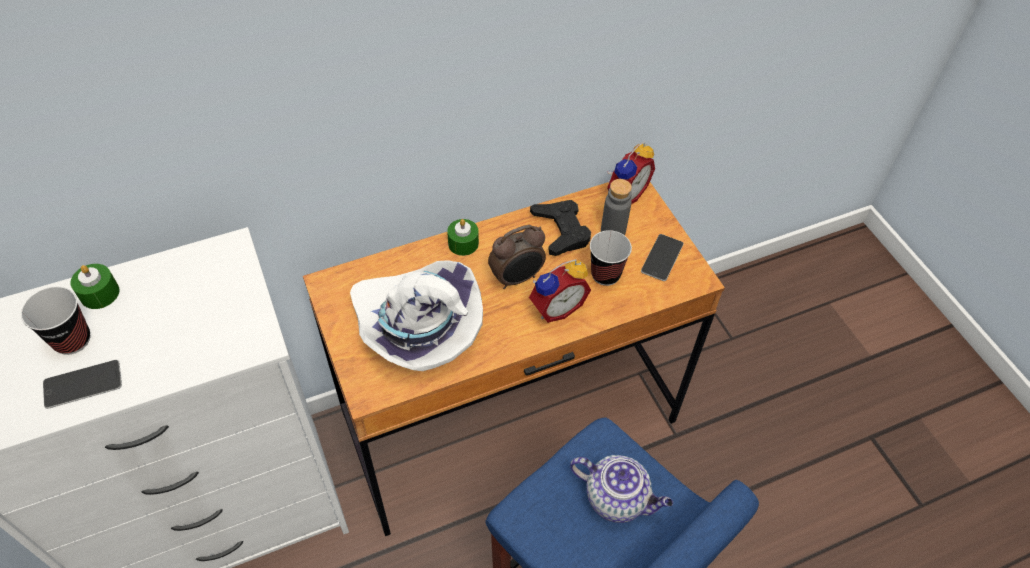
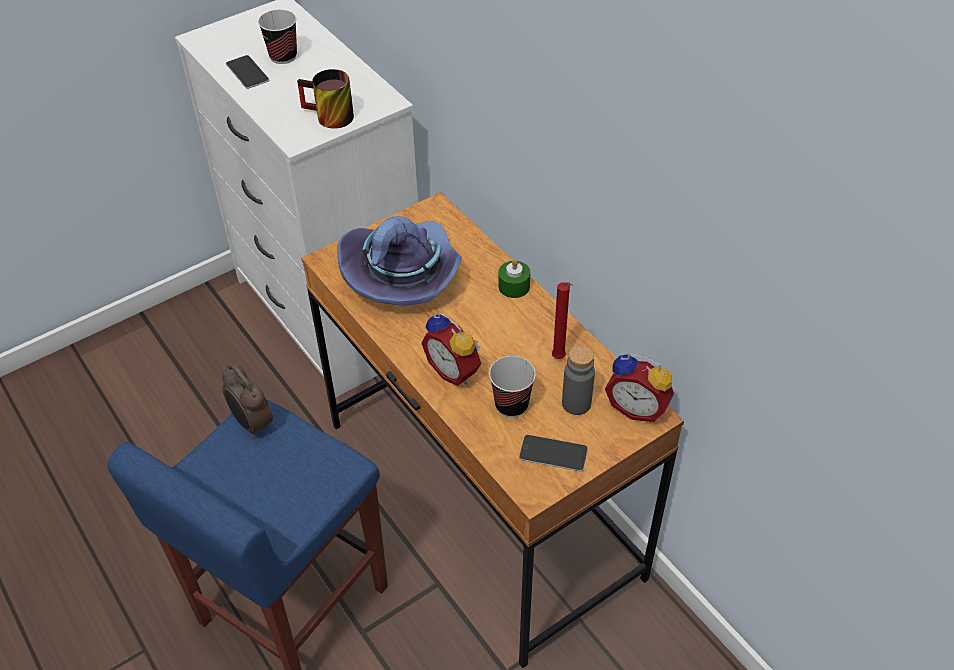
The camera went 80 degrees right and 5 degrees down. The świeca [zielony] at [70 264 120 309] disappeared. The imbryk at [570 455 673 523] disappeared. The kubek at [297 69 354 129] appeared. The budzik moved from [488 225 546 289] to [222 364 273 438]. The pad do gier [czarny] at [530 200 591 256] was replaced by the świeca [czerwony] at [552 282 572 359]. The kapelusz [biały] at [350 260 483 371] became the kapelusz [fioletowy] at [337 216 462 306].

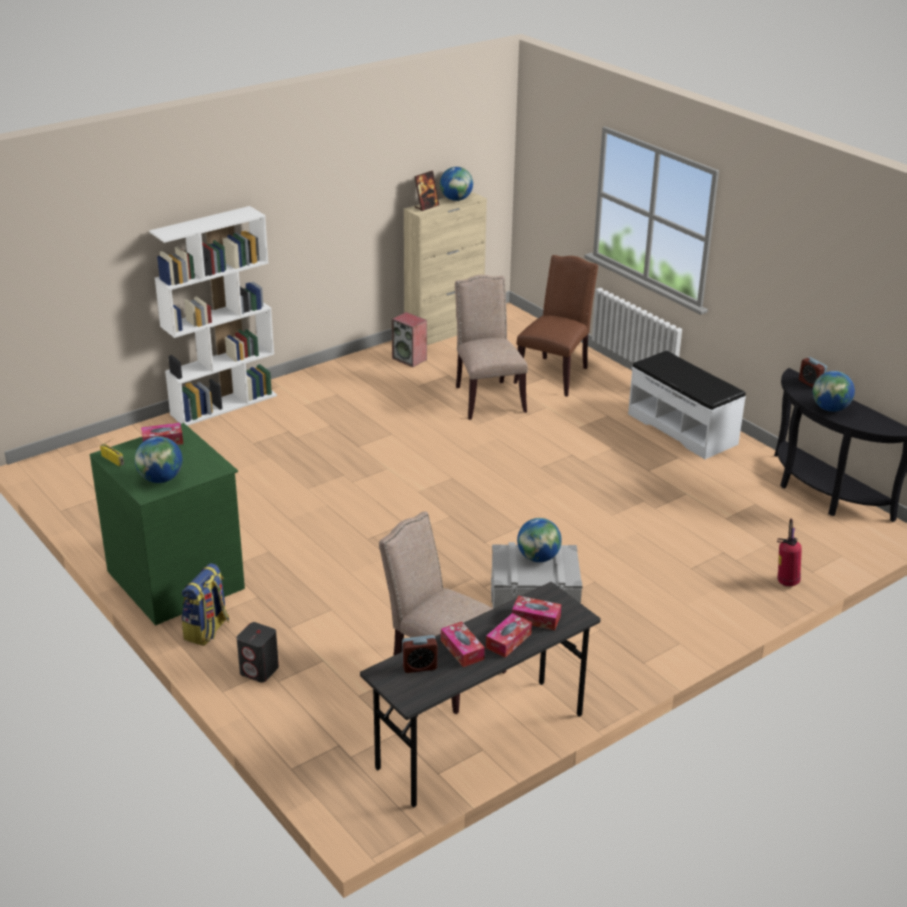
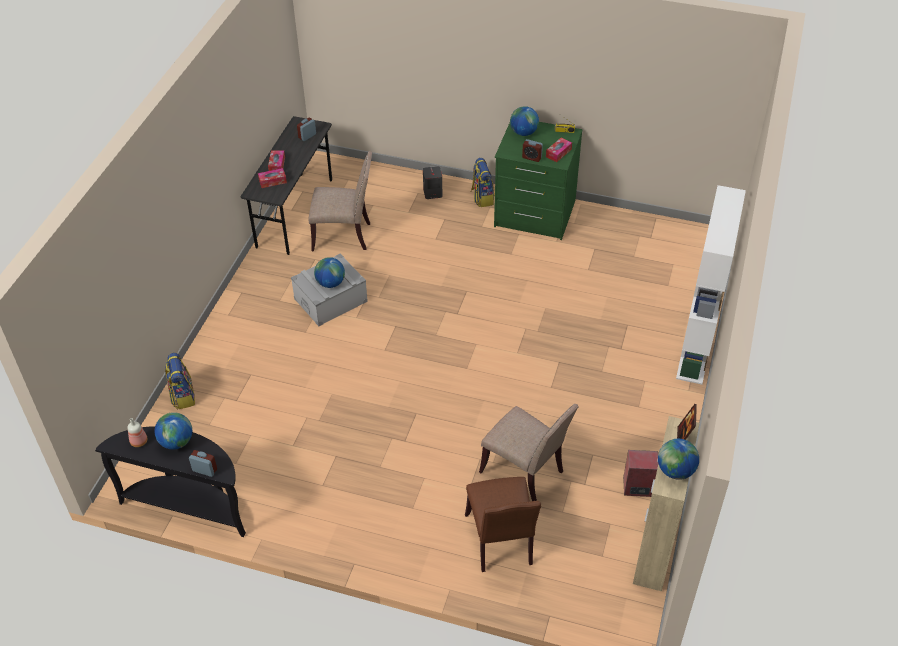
The camera went 145 degrees right and 15 degrees up. The pudełko chusteczek at [441 621 485 667] disappeared. The ławka [biały] at [628 351 746 459] disappeared. The butelka at [128 418 147 447] appeared. The budzik at [522 139 543 162] appeared. The gaśnica at [777 519 802 586] was replaced by the plecak at [165 353 195 409].

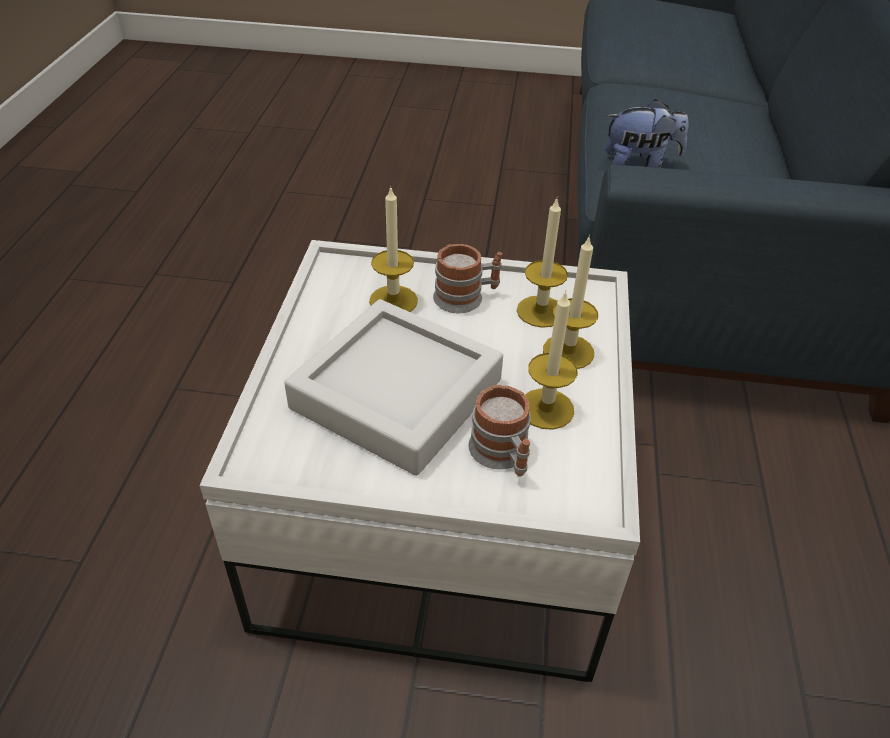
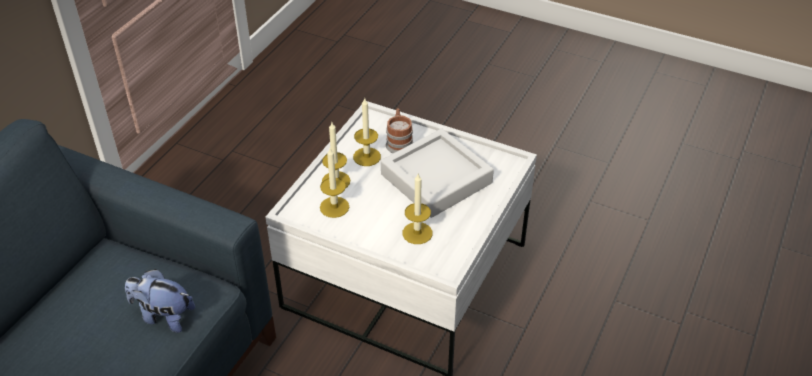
The camera went 160 degrees left and 0 degrees up. The kubek at [433 244 503 314] disappeared.

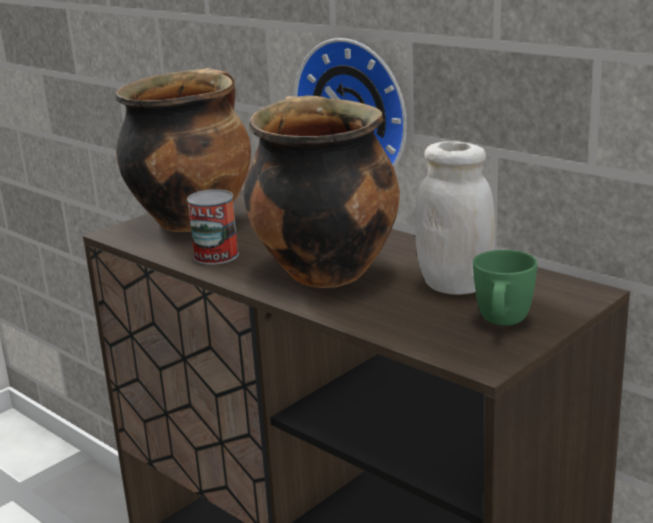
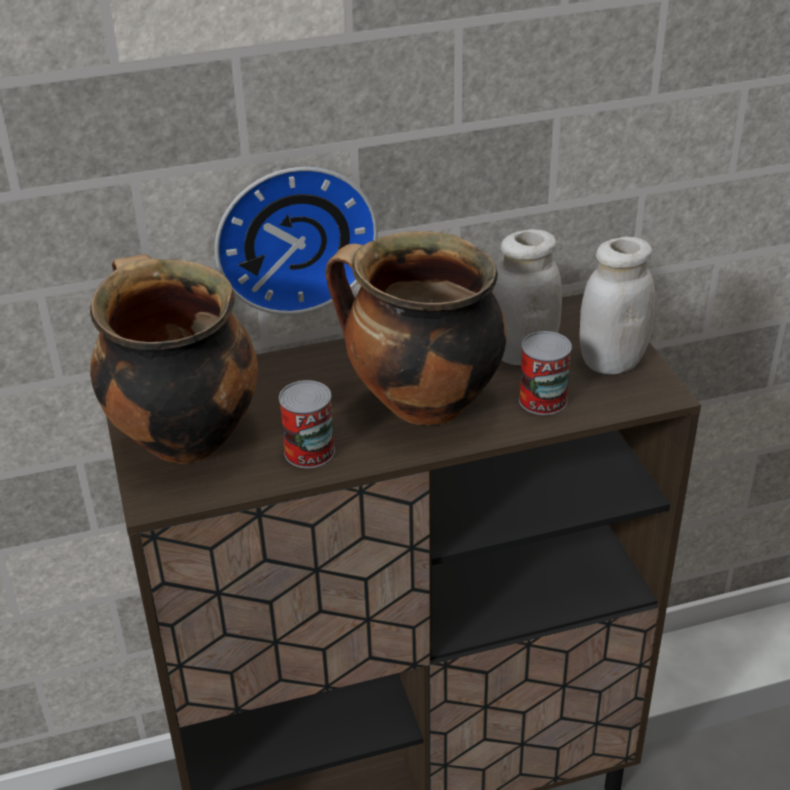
The camera went 60 degrees left and 15 degrees up. The puszka at [519 331 572 415] appeared. The kubek [zielony] at [473 250 538 326] was replaced by the słoik [biały] at [580 236 655 375].

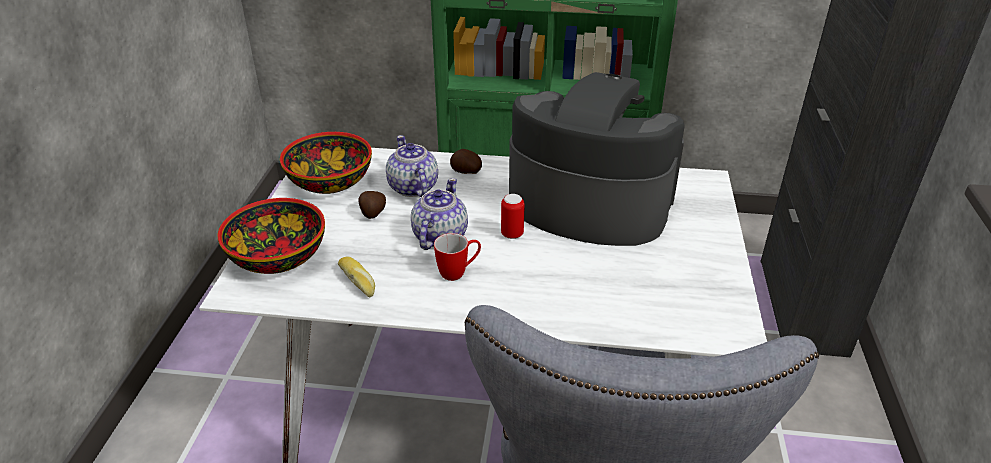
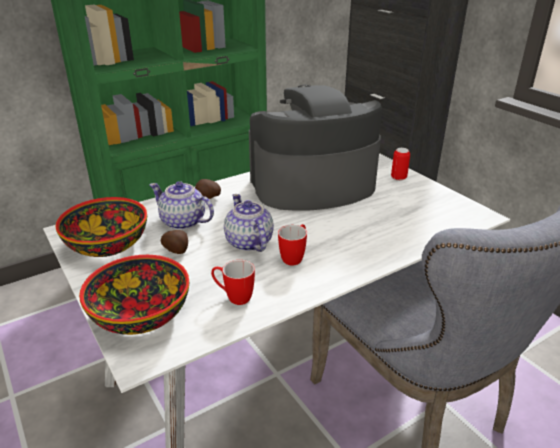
The camera went 40 degrees left and 5 degrees down. The puszka moved from [501 194 525 239] to [391 148 410 181]. The chleb at [338 257 375 297] was replaced by the kubek at [211 260 255 305].

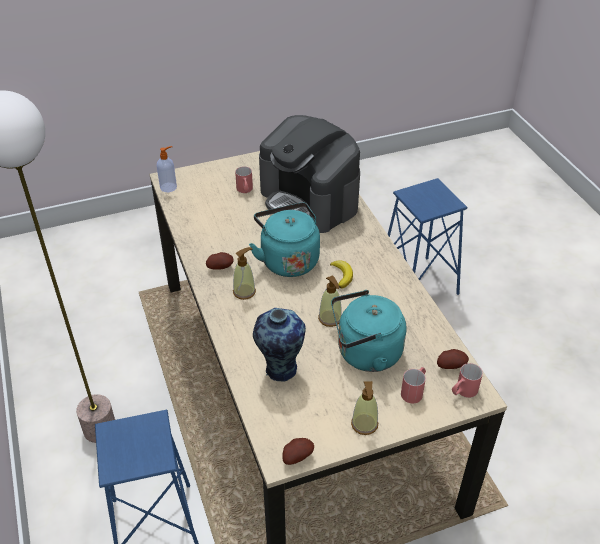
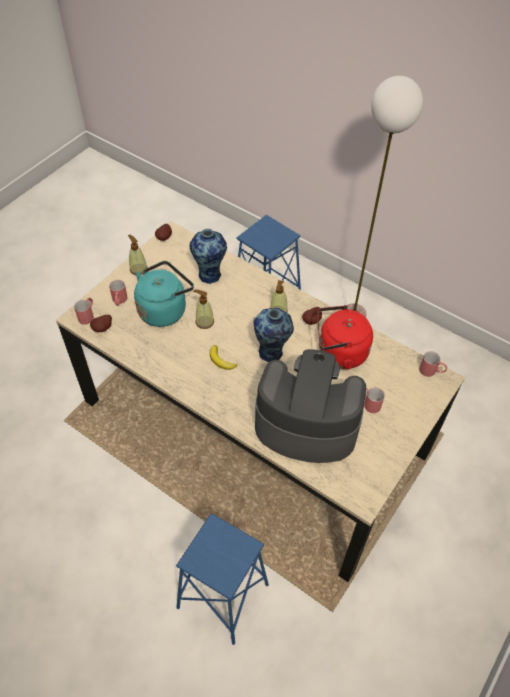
The camera went 145 degrees right and 10 degrees up. The czajnik [czerwony] at [317 305 373 370] appeared. The dozownik mydła at [157 146 177 192] was replaced by the kubek [czerwony] at [419 351 447 377]. The czajnik [turkusowy] at [249 203 320 277] was replaced by the wazon at [254 308 294 362].

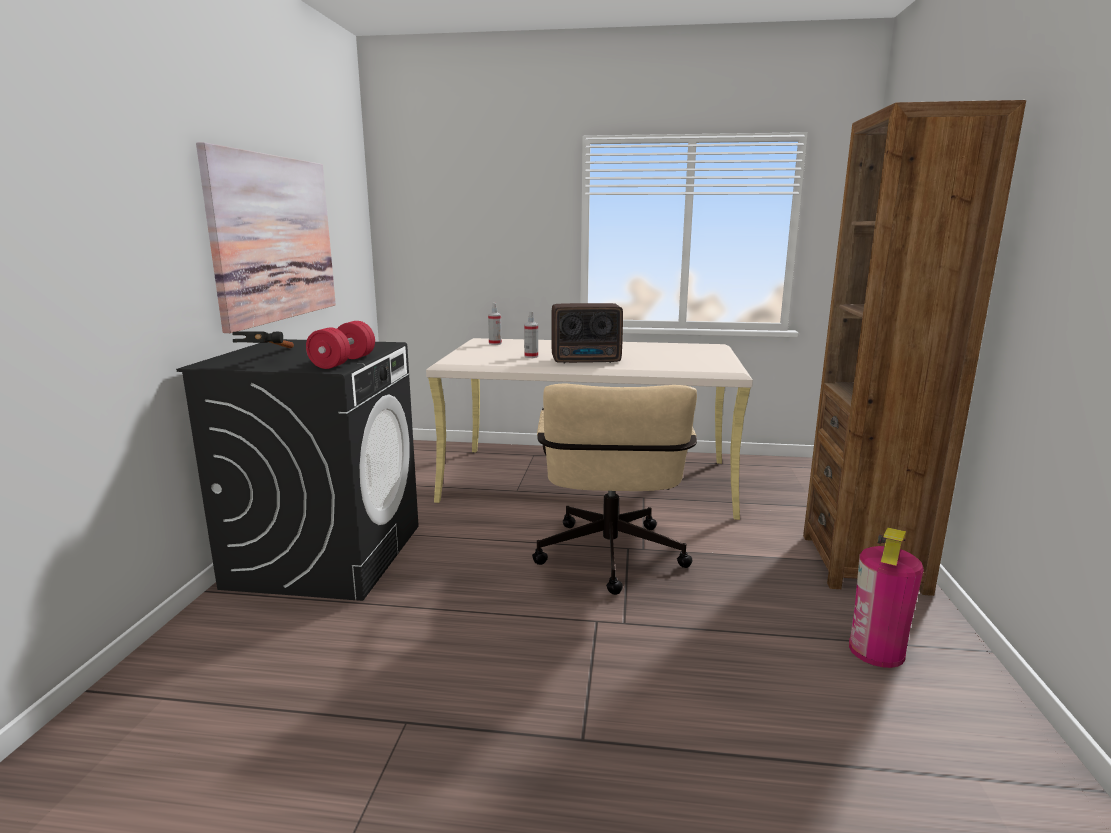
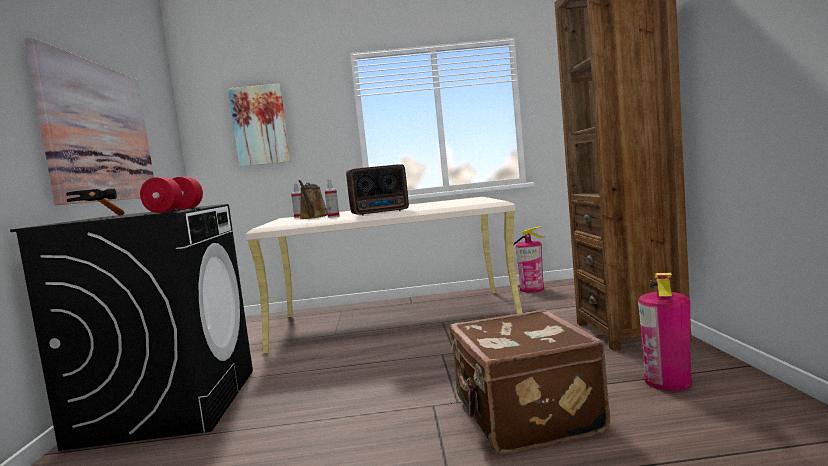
The camera went 10 degrees left and 10 degrees down. The krzesło biurowe [beżowy] at [532 384 697 595] disappeared. The obraz at [228 83 291 167] appeared. The konewka [brązowy] at [299 180 328 219] appeared. The walizka [brązowy] at [450 309 610 454] appeared. The gaśnica at [514 226 545 293] appeared.

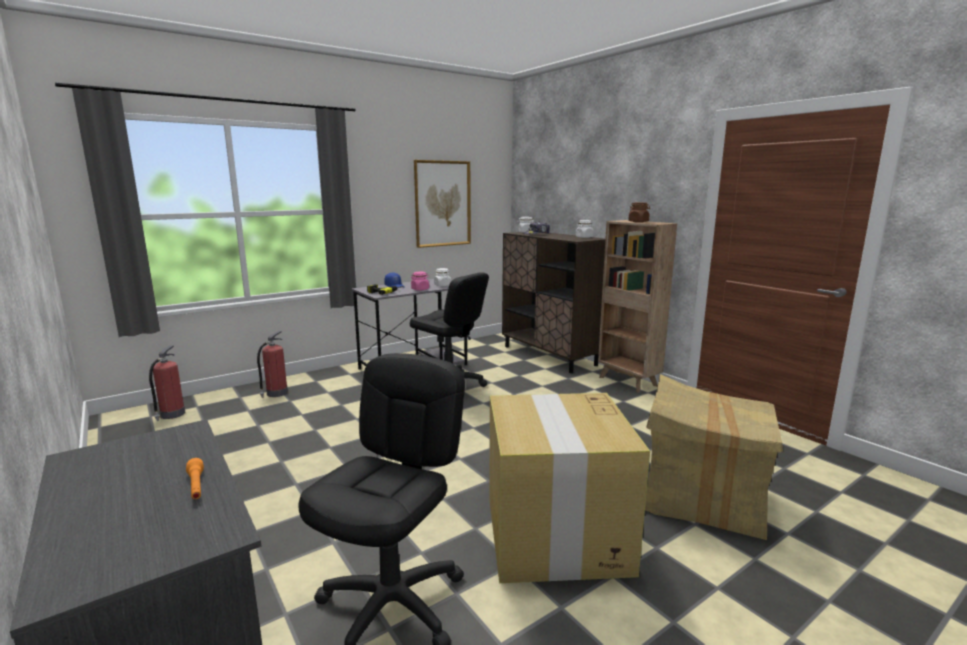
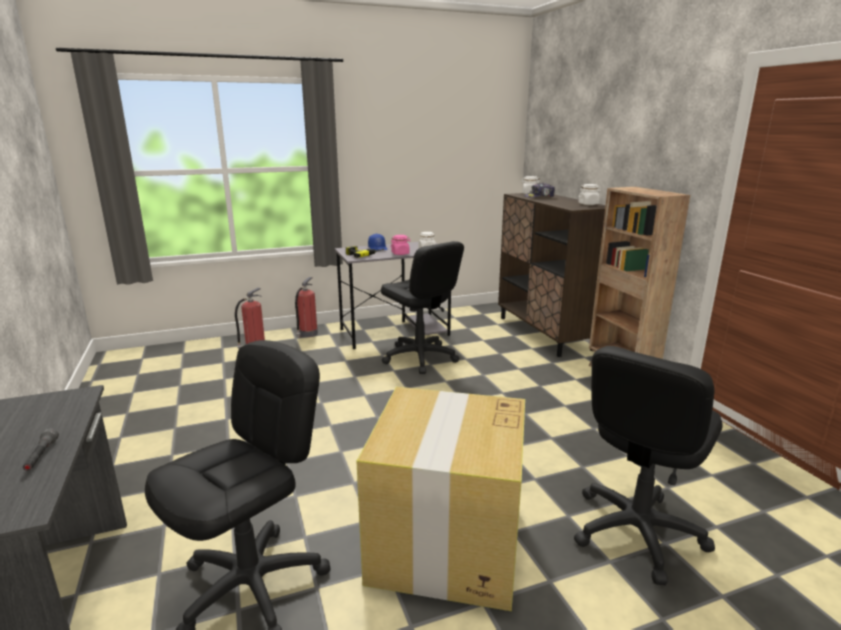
The camera went 15 degrees right and 5 degrees up. The obraz at [414 160 471 248] disappeared. The słoik [brązowy] at [628 202 650 223] disappeared. The gaśnica moved from [149 346 185 421] to [295 277 318 338]. The karton at [645 374 783 540] was replaced by the krzesło biurowe [czarny] at [574 346 723 585]. The latarka [pomarańczowy] at [186 458 204 499] became the latarka [szary] at [23 428 59 471].

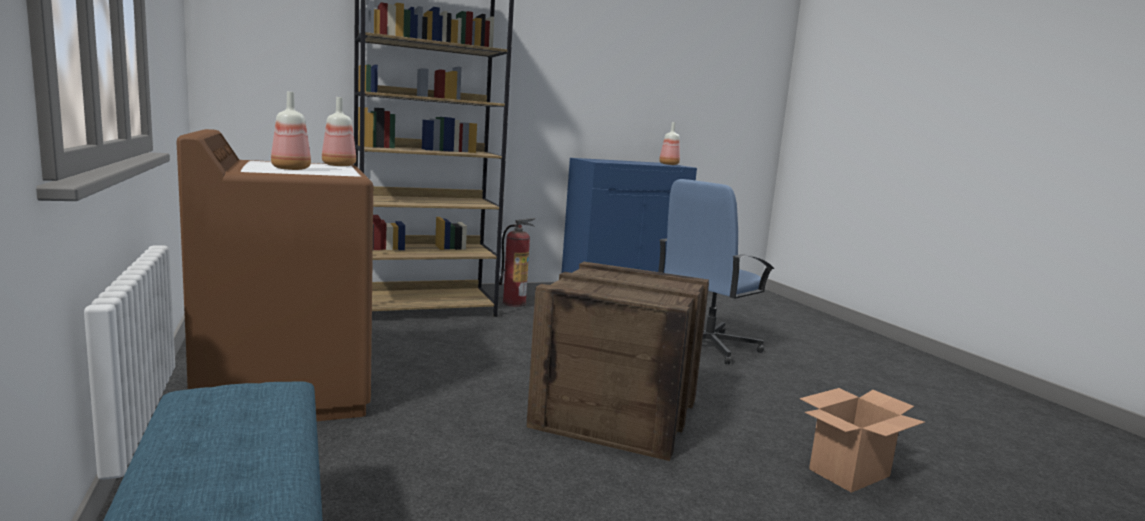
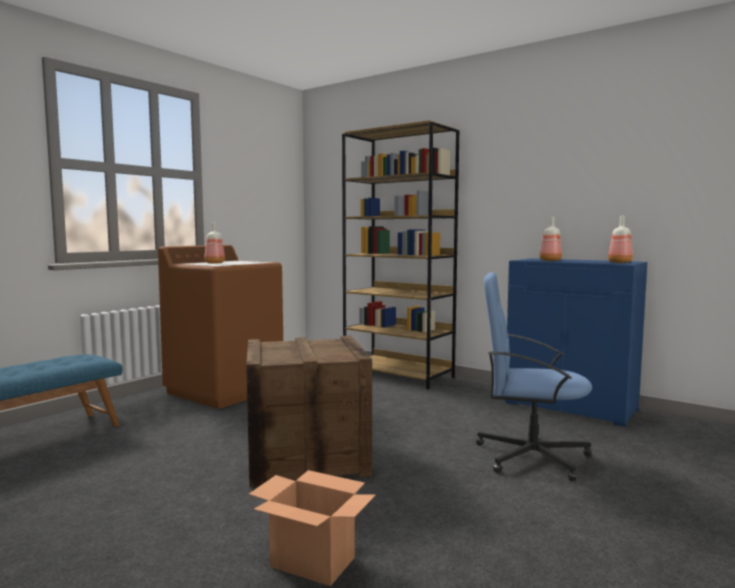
The camera went 60 degrees right and 5 degrees down. The gaśnica at [499 218 536 307] disappeared. The butelka moved from [322 97 356 166] to [540 217 562 261].

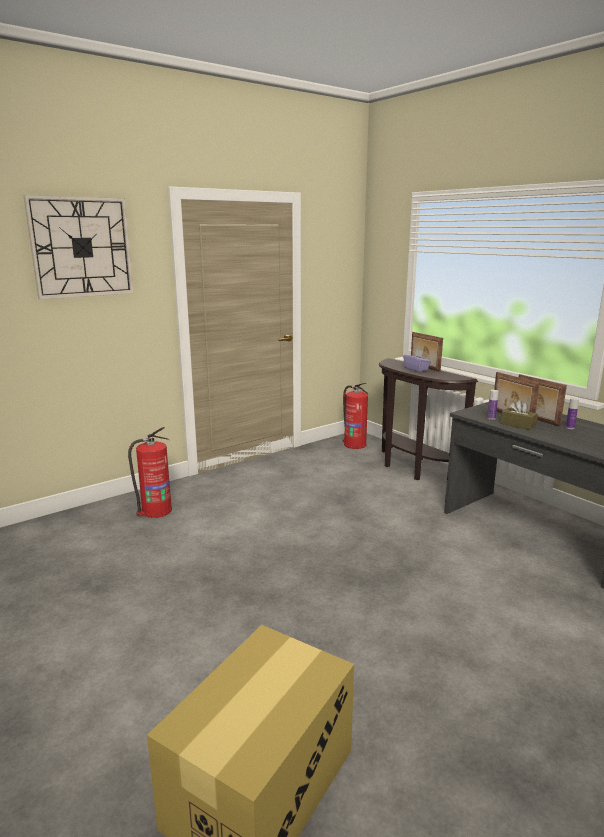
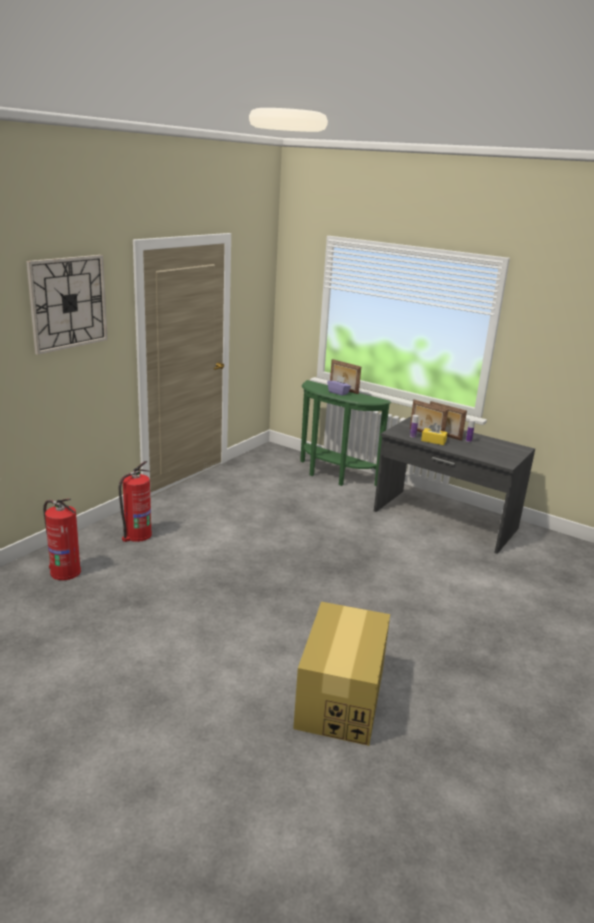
The camera went 20 degrees left and 5 degrees up. The gaśnica moved from [343 383 368 449] to [43 499 81 580]. The stolik konsolowy [brązowy] at [379 358 478 480] became the stolik konsolowy [zielony] at [300 380 391 486]. The pudełko chusteczek [brązowy] at [500 400 538 430] became the pudełko chusteczek [żółty] at [421 423 447 445].

